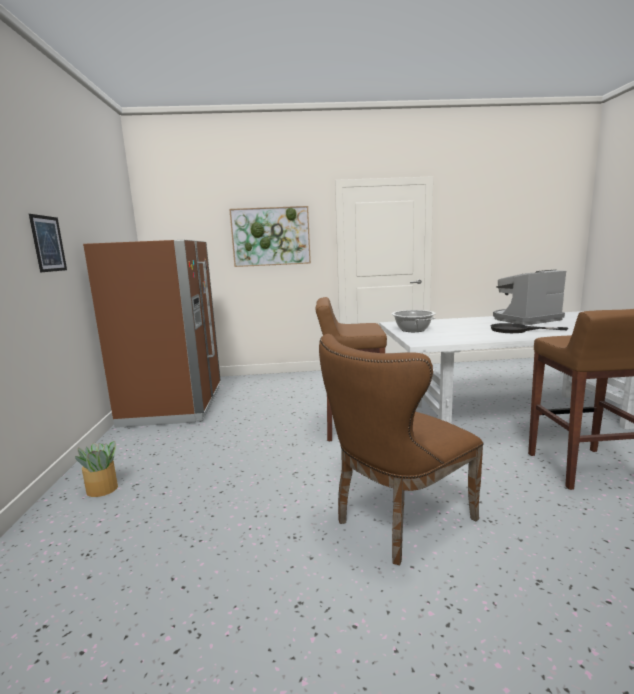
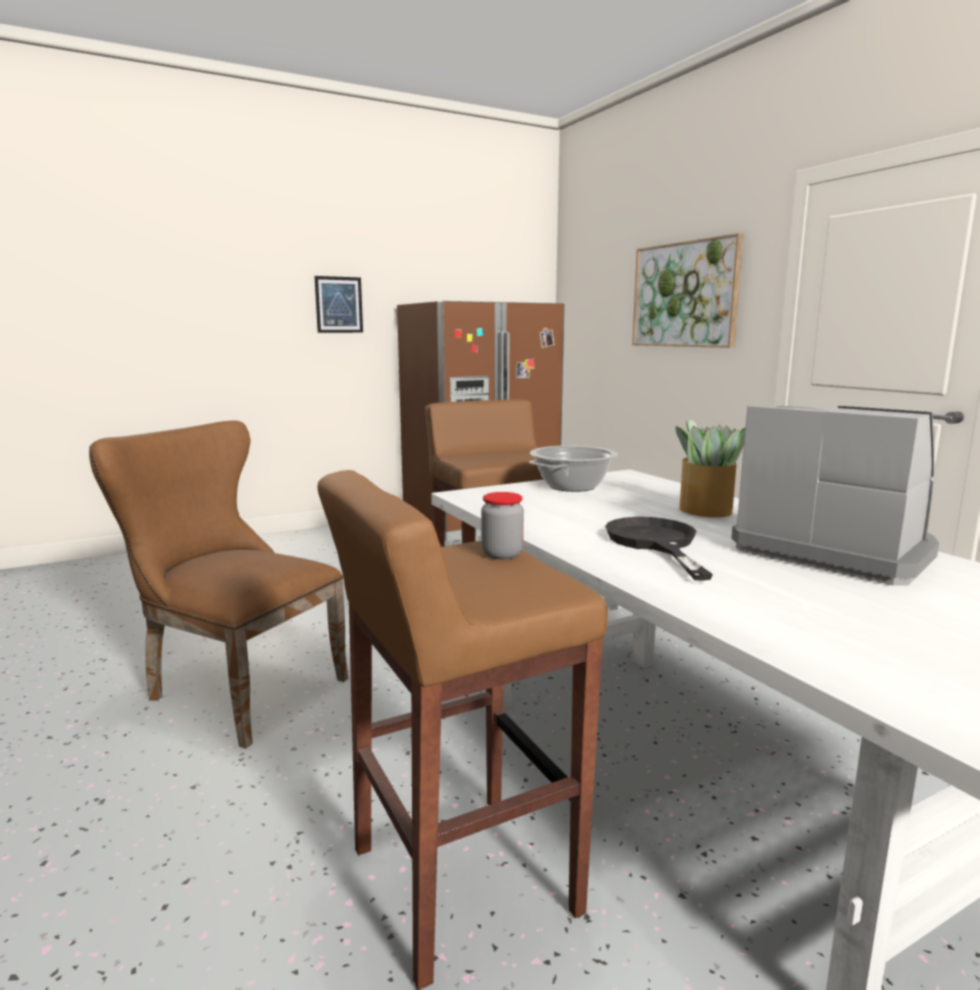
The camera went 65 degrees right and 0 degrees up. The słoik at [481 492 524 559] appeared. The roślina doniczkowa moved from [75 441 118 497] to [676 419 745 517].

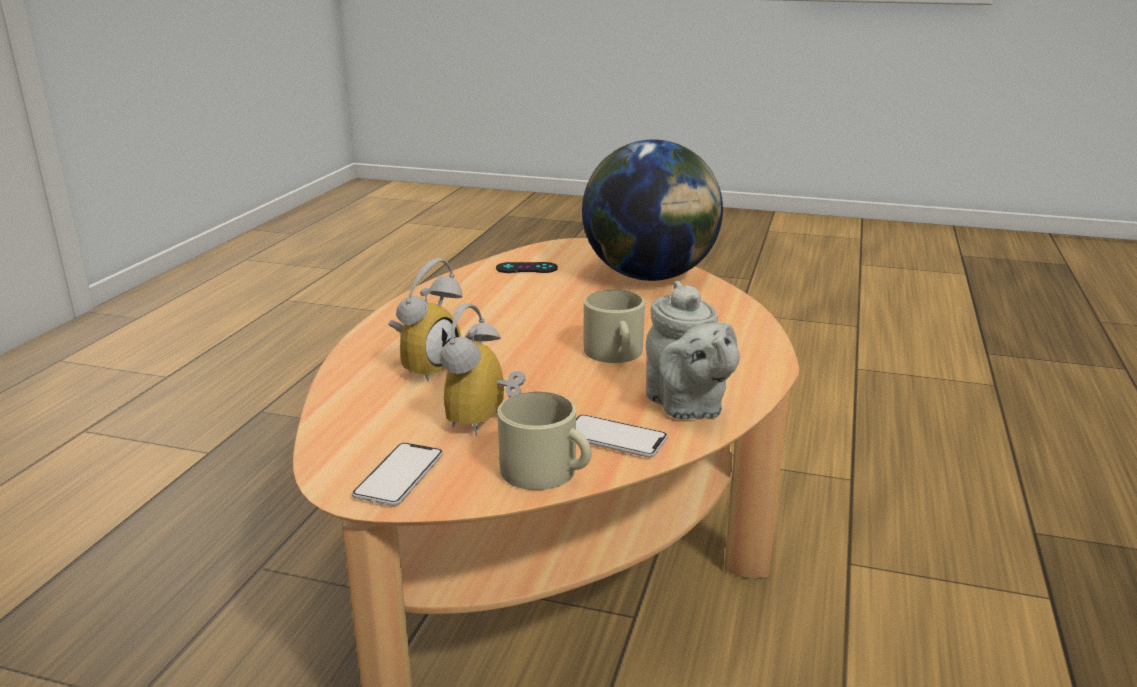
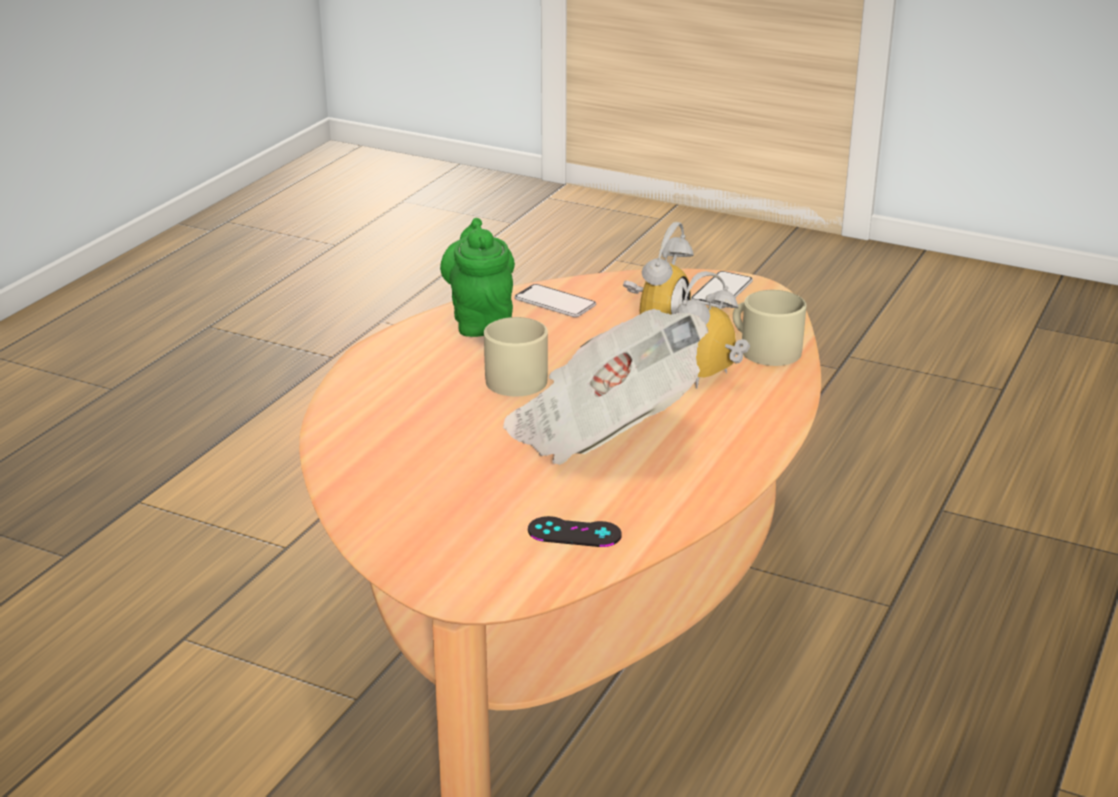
The camera went 170 degrees left and 5 degrees up. The globus at [582 139 723 281] disappeared. The gazeta at [503 309 708 465] appeared. The kubek [beżowy] moved from [498 392 591 490] to [733 290 806 366]. The imbryk [szary] at [646 281 740 419] became the imbryk [zielony] at [440 218 515 337].

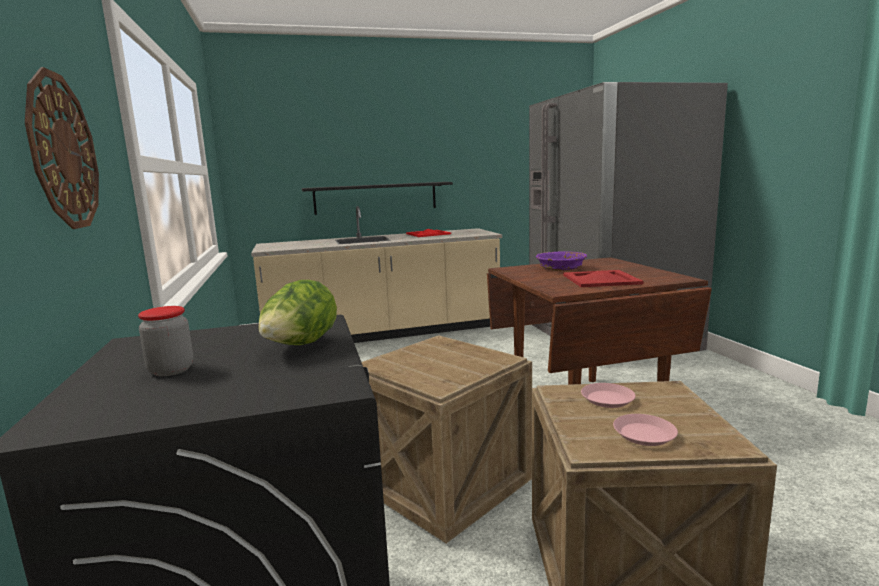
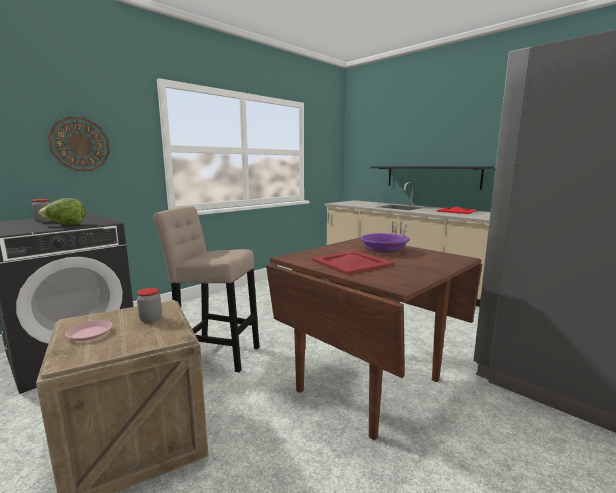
The camera went 60 degrees right and 0 degrees up. The skrzynka at [361 335 532 544] was replaced by the stołek [beżowy] at [154 206 259 372]. The talerz [różowy] at [581 383 636 408] was replaced by the słoik at [137 288 162 323].

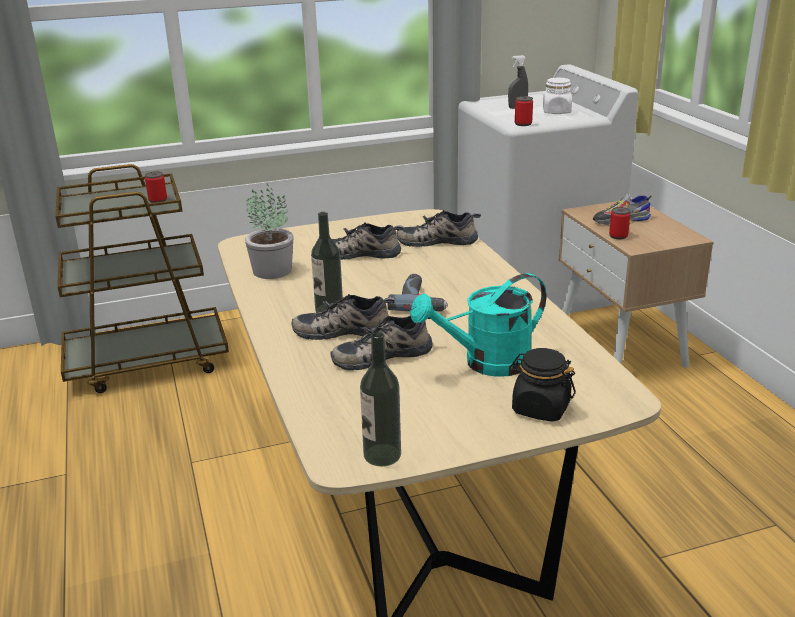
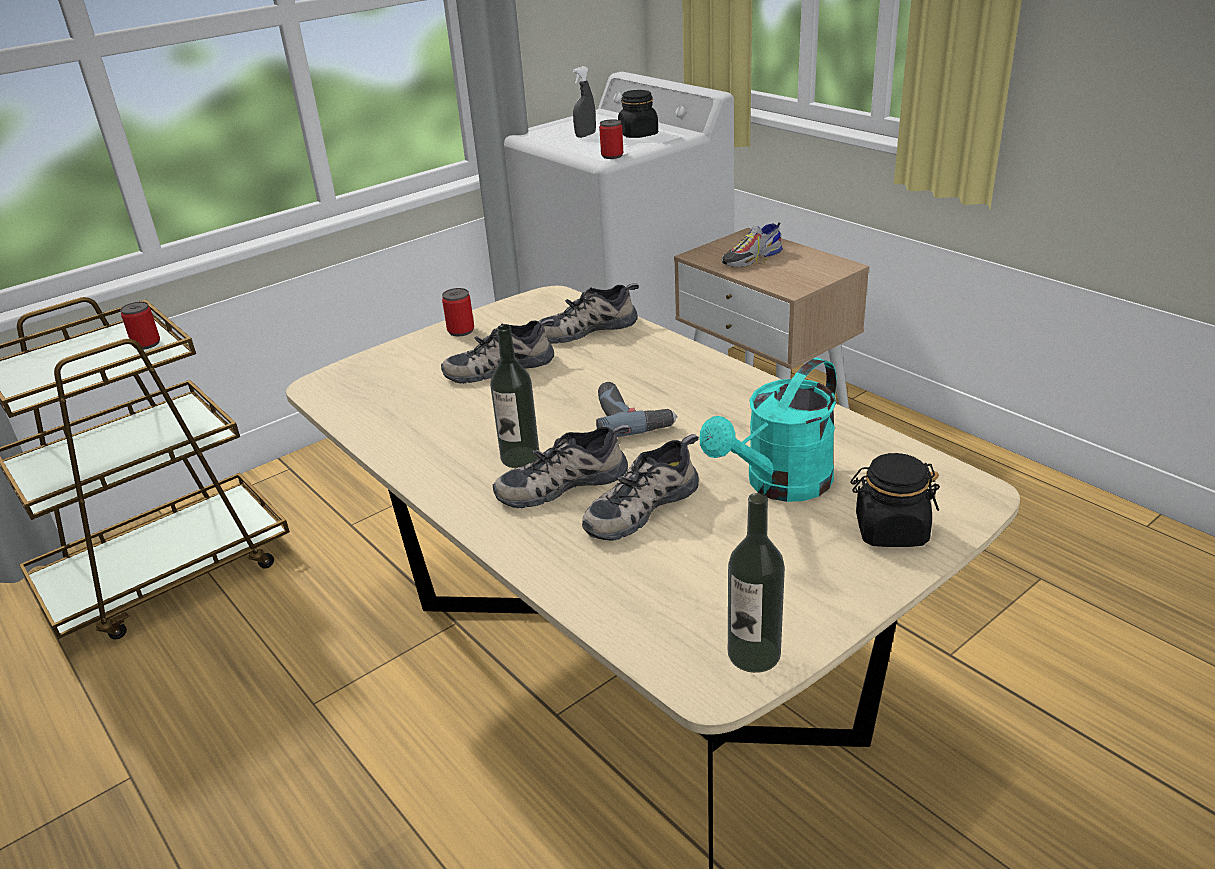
The camera went 20 degrees left and 5 degrees up. The roślina doniczkowa at [245 184 294 279] disappeared. The puszka moved from [609 207 630 239] to [442 288 474 336]. The słoik [biały] at [543 78 572 114] became the słoik [czarny] at [618 90 658 138].

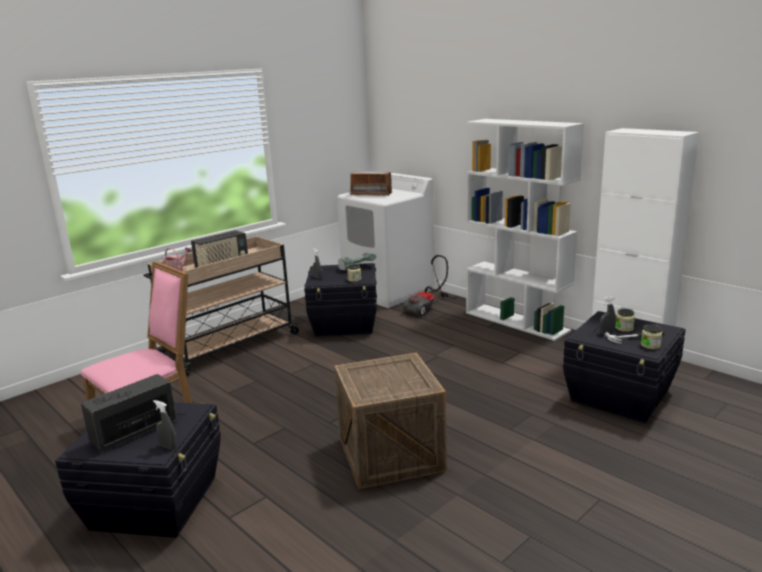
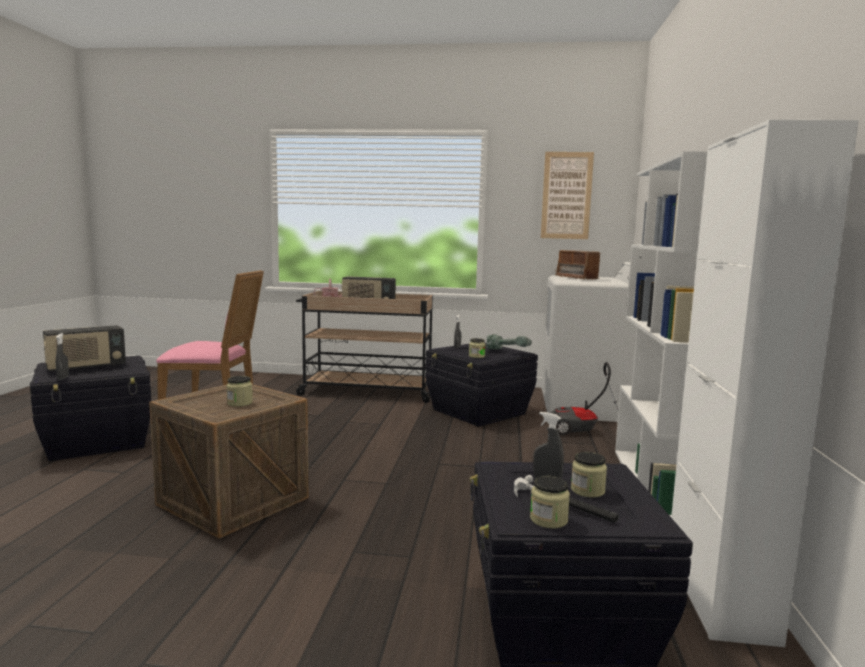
The camera went 50 degrees right and 10 degrees down. The słoik at [226 376 253 407] appeared. The obraz at [541 152 594 239] appeared. The radio at [81 374 176 451] turned 135 degrees clockwise.

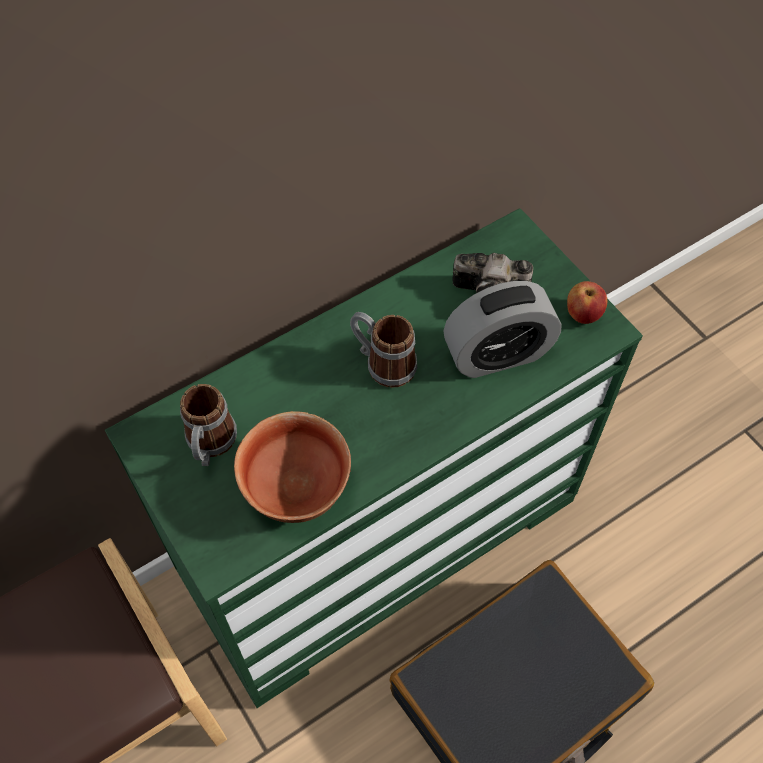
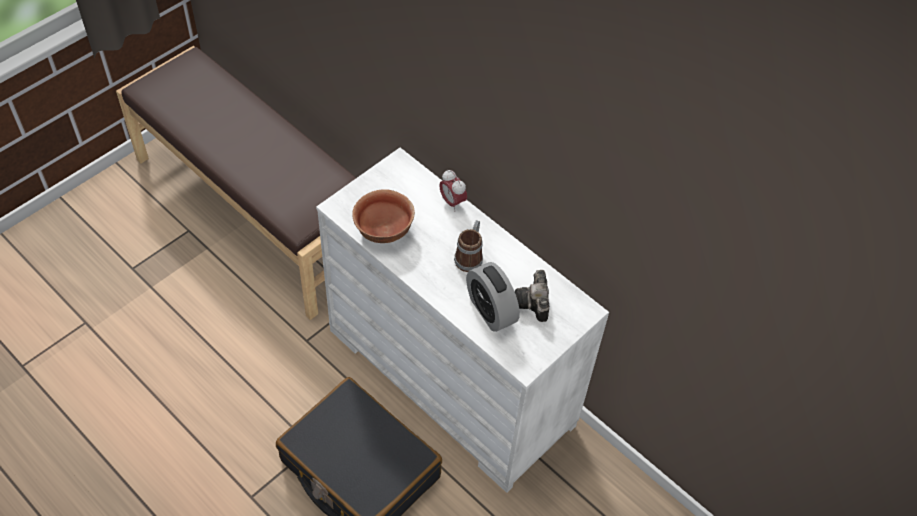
The camera went 75 degrees right and 5 degrees down. The kubek at [180 384 237 466] disappeared. The jabłko at [567 281 607 324] disappeared. The budzik at [439 170 467 211] appeared. The komoda [zielony] at [105 208 643 708] became the komoda [biały] at [316 148 609 493].

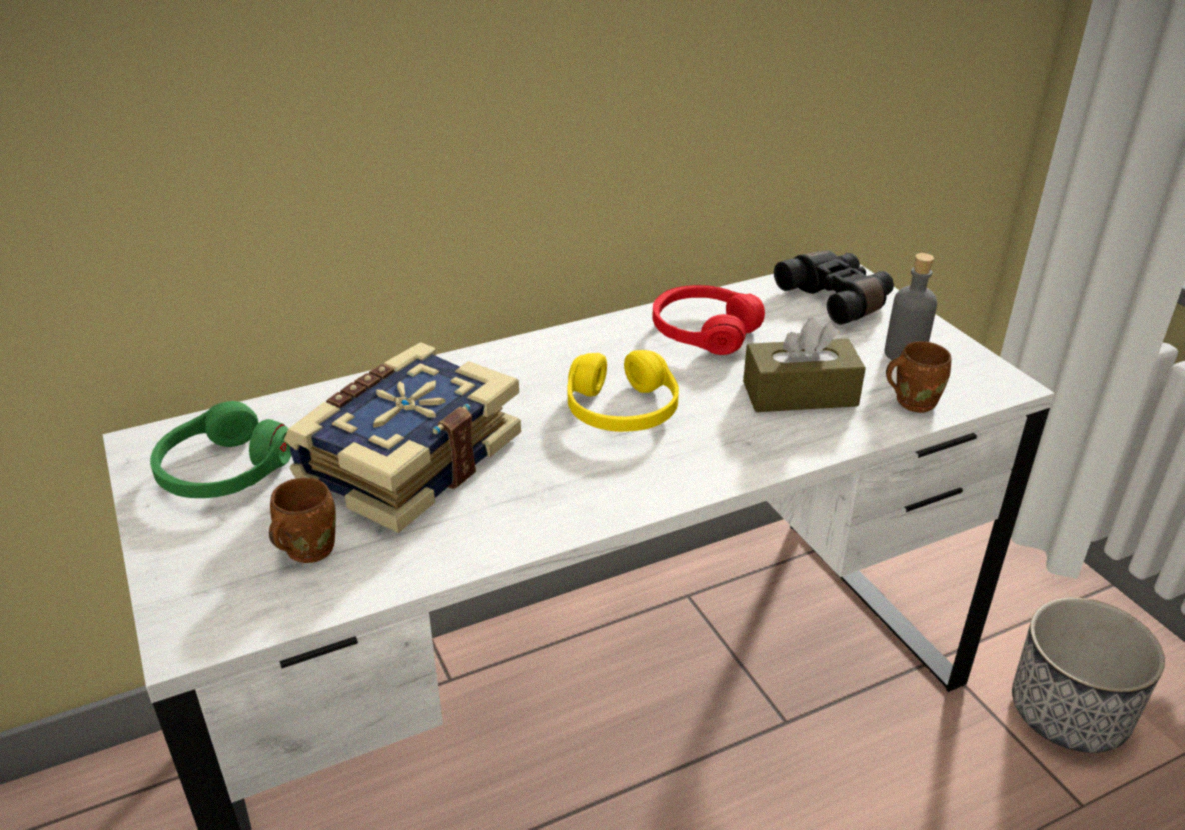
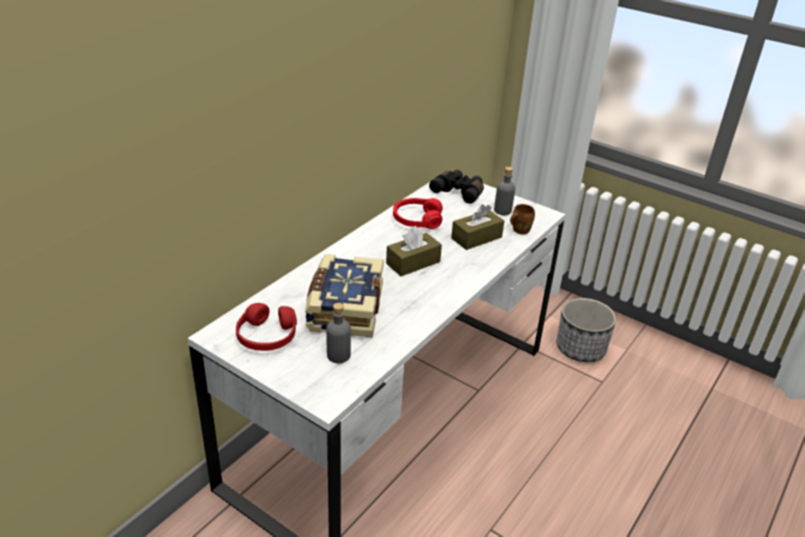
The camera went 30 degrees left and 0 degrees up. The kubek [brązowy] at [269 478 336 563] was replaced by the butelka [szary] at [326 303 351 363]. The słuchawki [żółty] at [568 350 679 432] was replaced by the pudełko chusteczek [brązowy] at [386 226 442 276]. The słuchawki [zielony] at [150 401 292 498] became the słuchawki [czerwony] at [236 303 297 351].

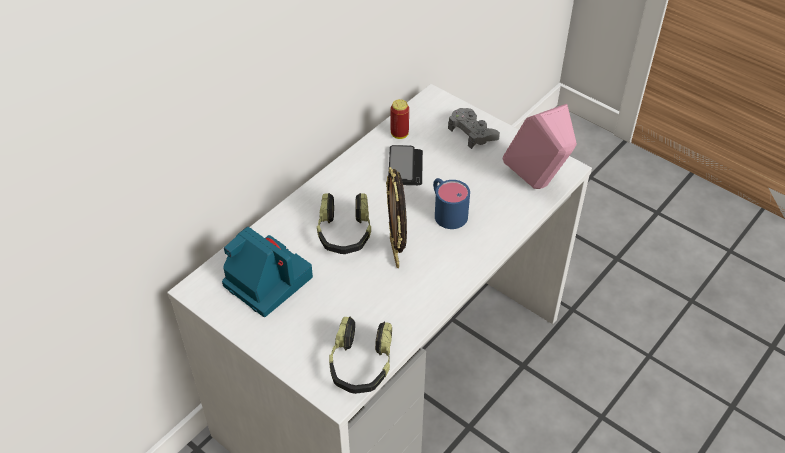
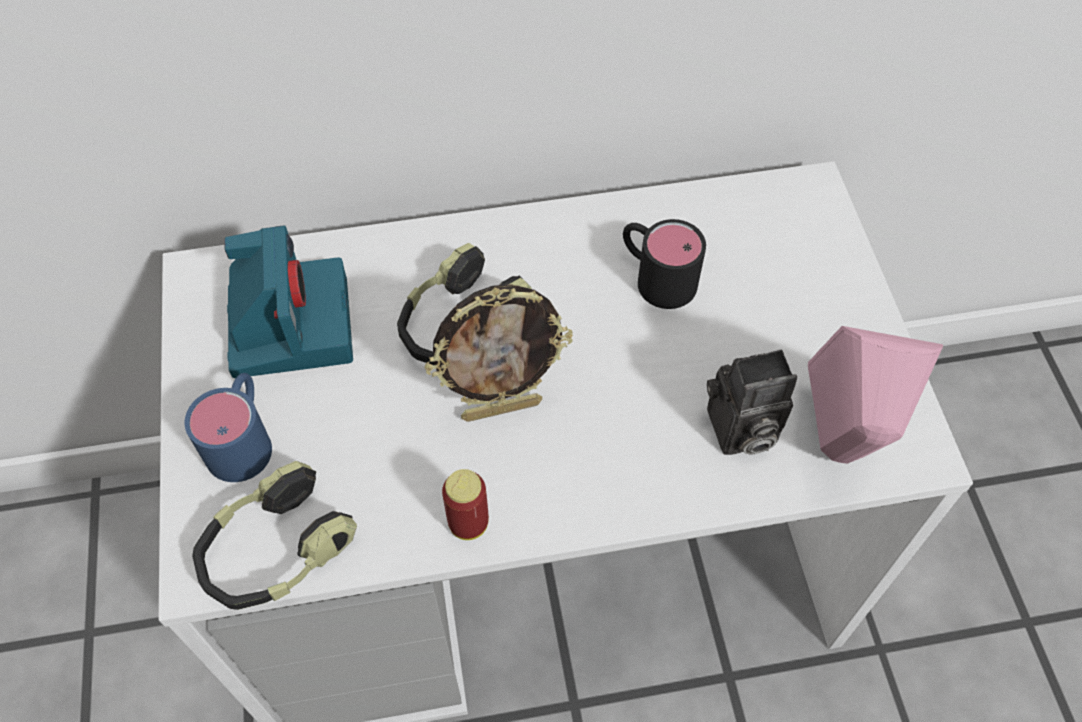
The camera went 40 degrees right and 10 degrees up. The pad do gier [szary] at [448 108 500 149] disappeared. The aparat fotograficzny at [707 350 797 455] appeared. The puszka moved from [390 99 409 139] to [442 469 489 540]. The kubek [niebieski] moved from [433 178 470 229] to [185 373 272 482]. The telefon at [388 145 423 185] was replaced by the kubek [czarny] at [623 219 706 309]. The ramka na zdjęcie at [386 167 407 268] turned 135 degrees counterclockwise.

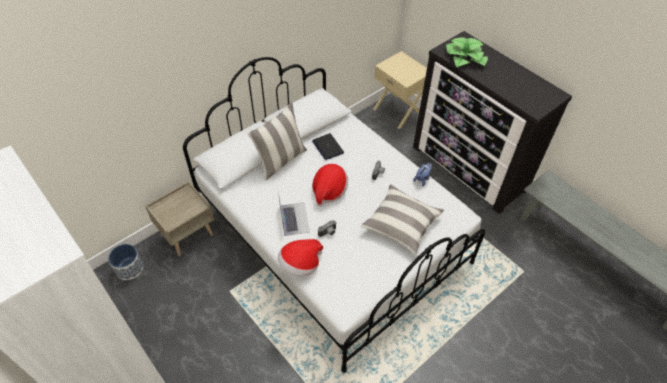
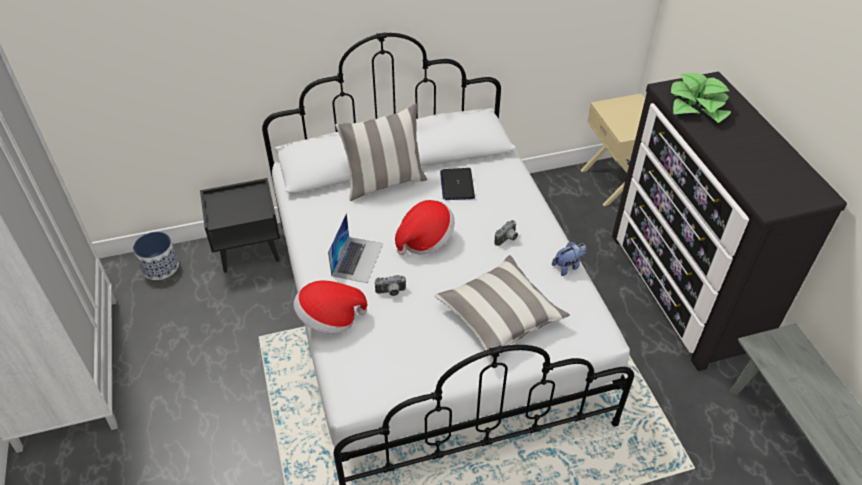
The camera went 25 degrees right and 5 degrees down. The szafka nocna [beżowy] at [145 181 214 256] became the szafka nocna [czarny] at [200 178 280 273].

